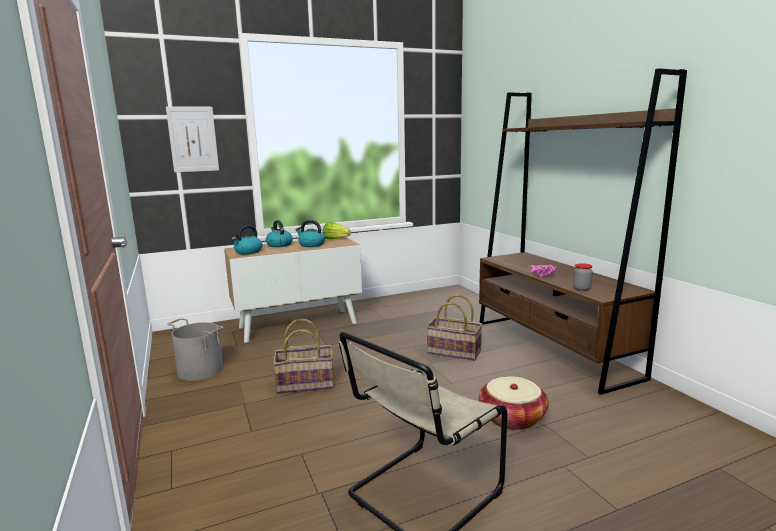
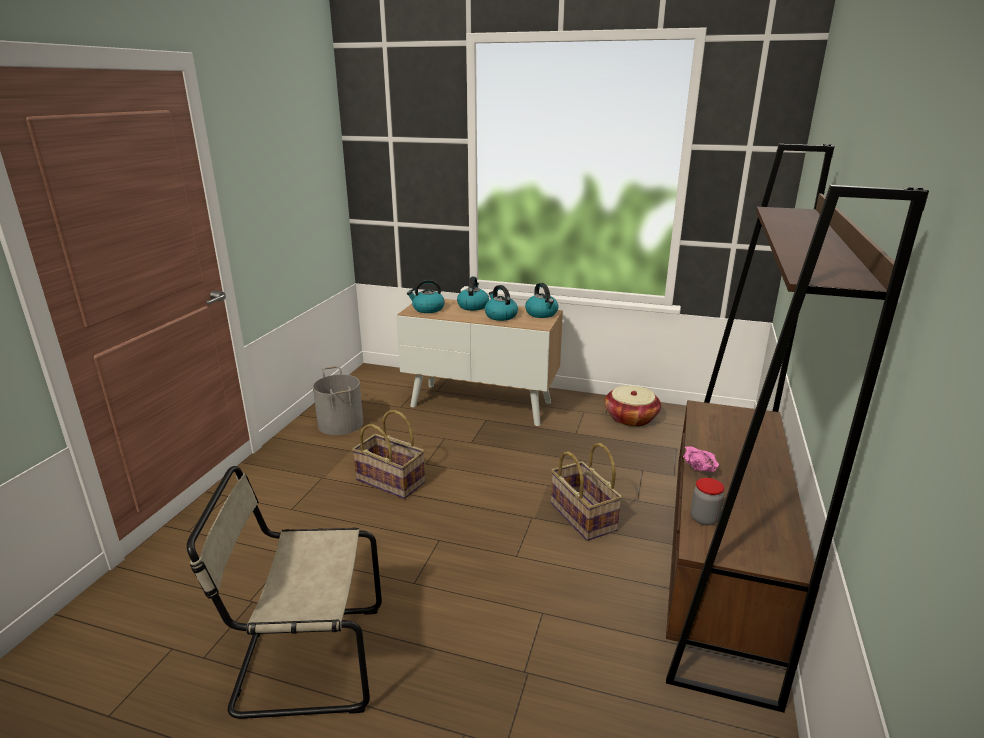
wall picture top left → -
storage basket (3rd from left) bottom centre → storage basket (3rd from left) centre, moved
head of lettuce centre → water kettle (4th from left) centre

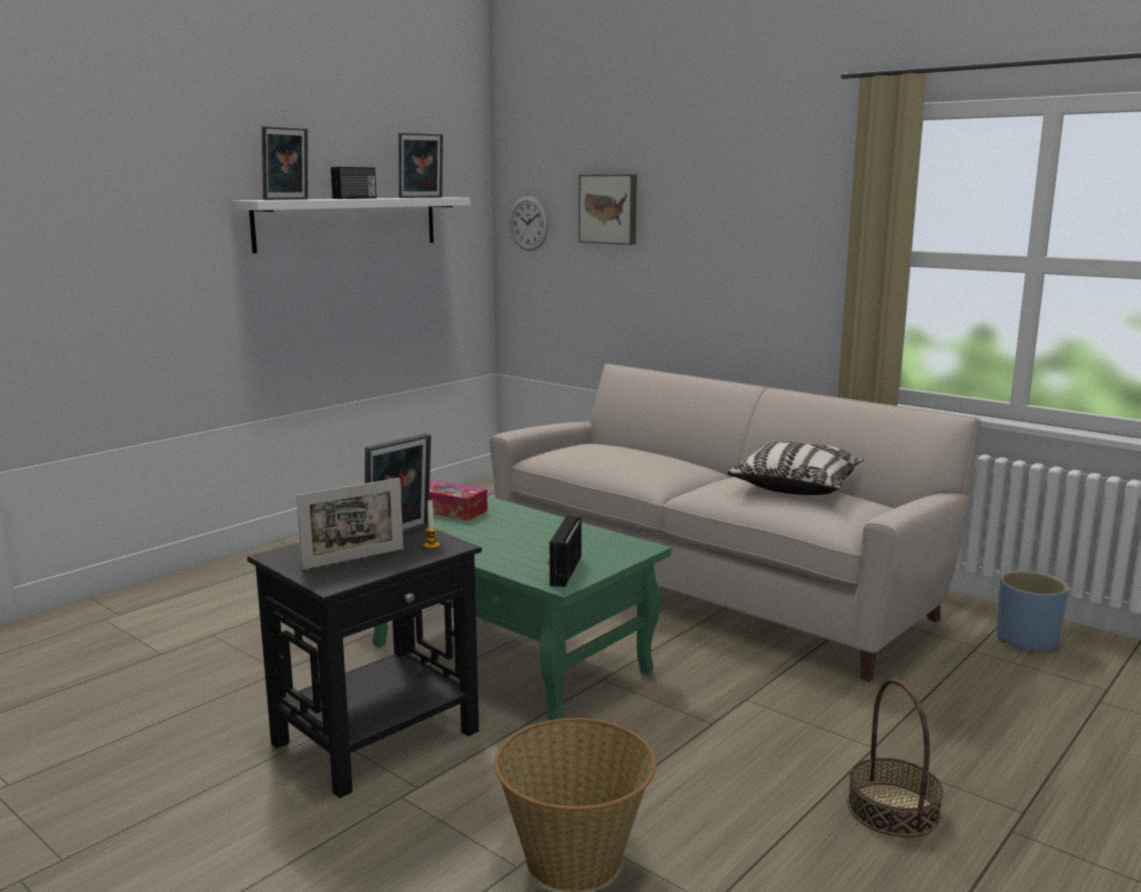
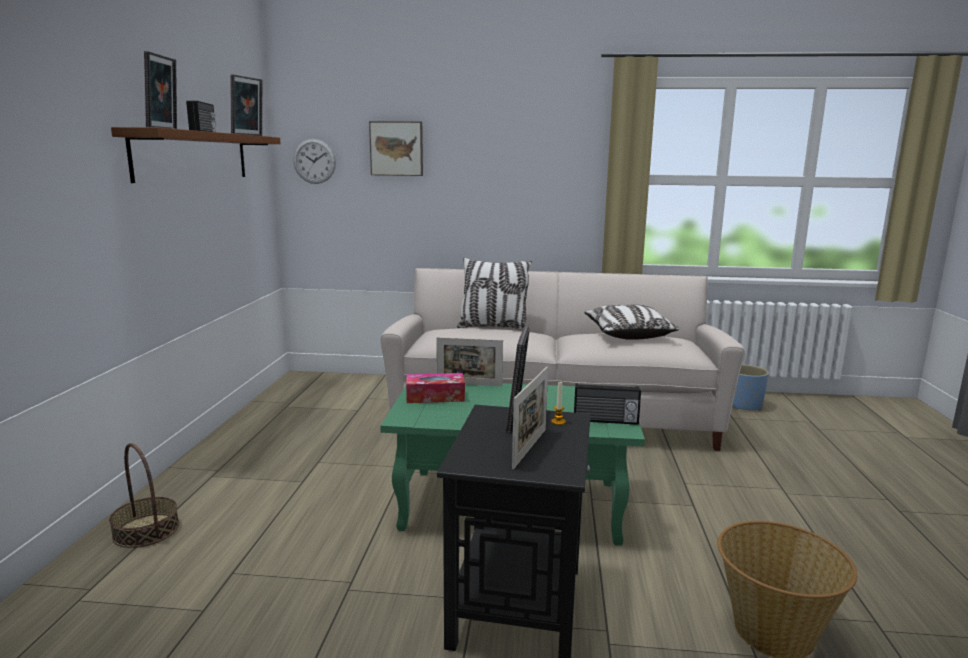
- → picture frame (3rd from left) centre
- → cushion (1st from left) centre
storage basket (2nd from left in the first image) bottom right → storage basket (1st from left) bottom left, moved
shelf (white-coloured) top left → shelf (brownish) top left
radio receiver (2nd from left) centre, 60 degrees counterclockwise

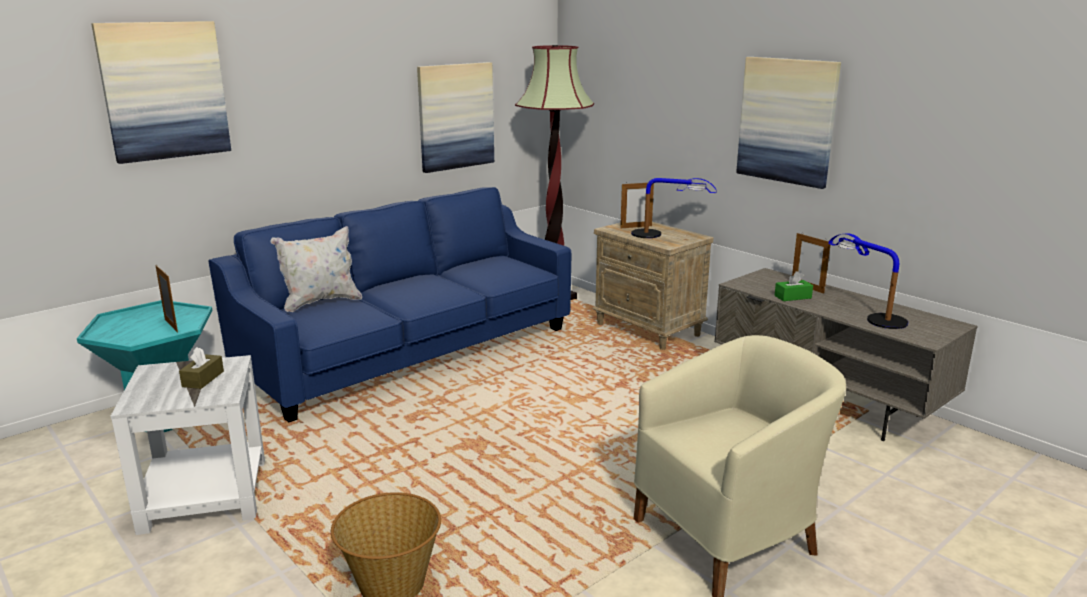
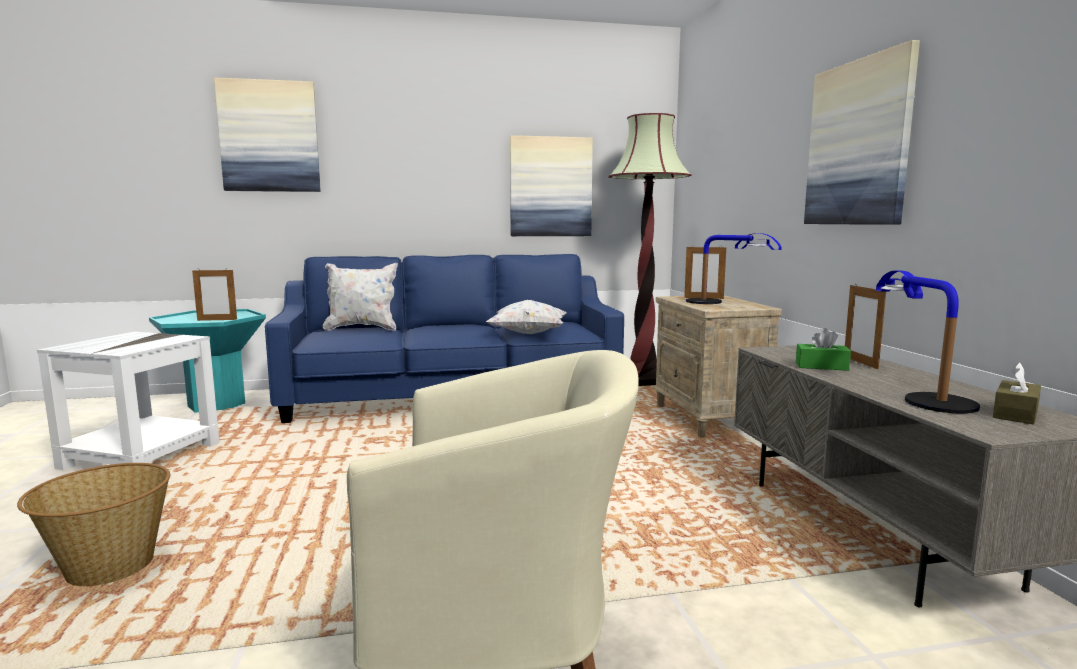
- → cushion (white-coloured) (2nd from left) centre
tissue box (brownish) middle left → tissue box (brownish) middle right, moved
picture frame (1st from left) middle left, 90 degrees clockwise

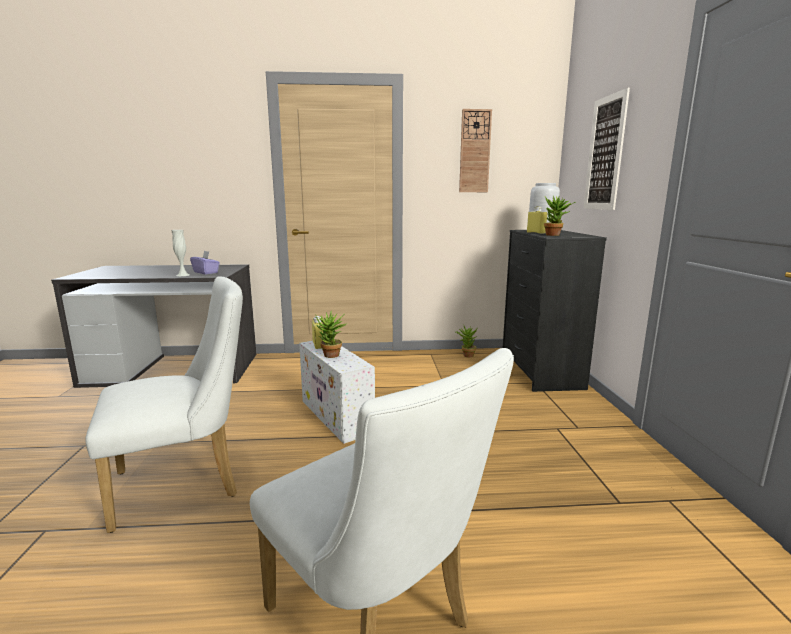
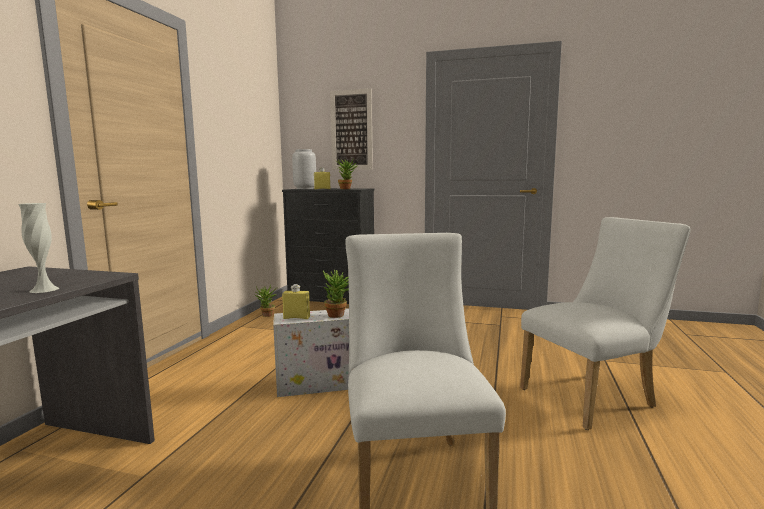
tissue box (purple) middle left → -
hanging clock top centre → -

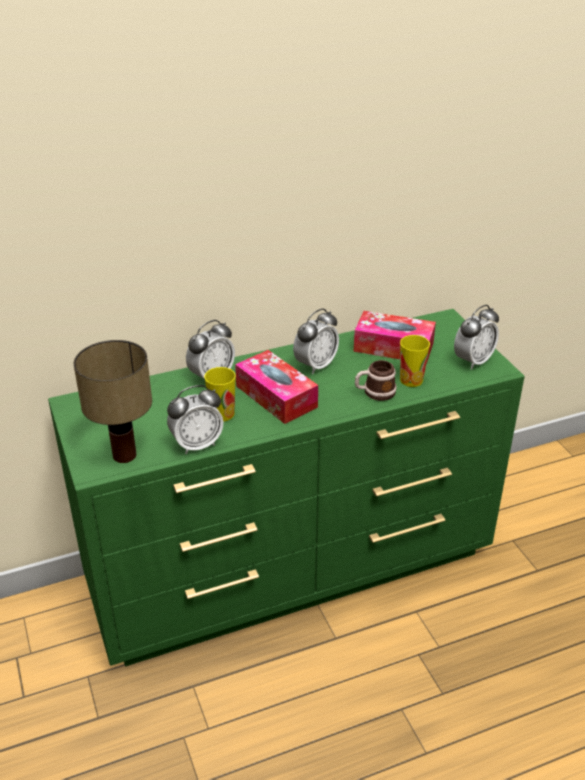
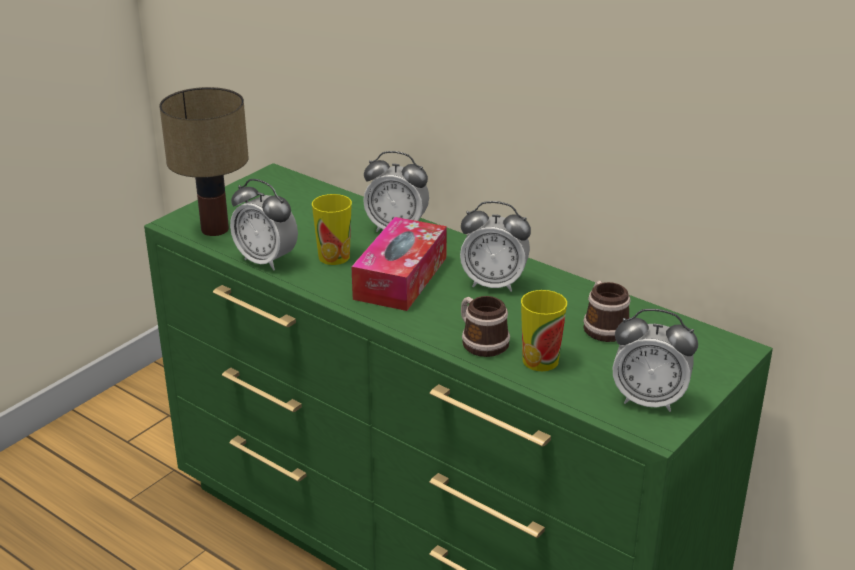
tissue box (2nd from left) middle right → coffee mug (2nd from left) middle right

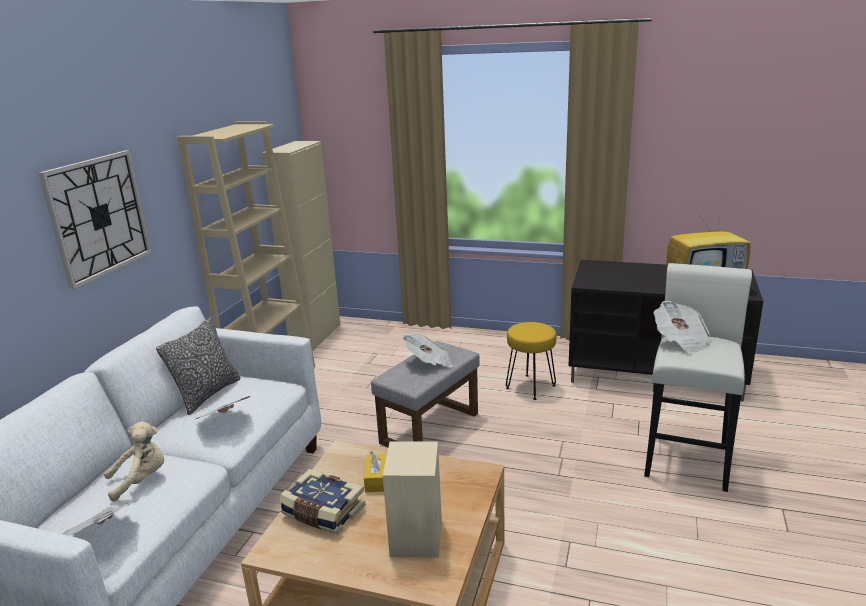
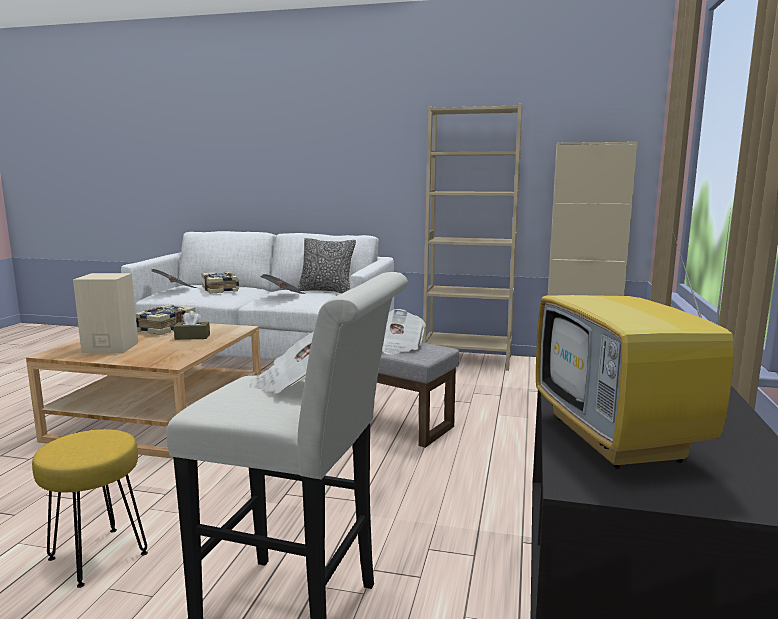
hanging clock middle left → -
sitting stool (yellow-coloured) centre → sitting stool (yellow-coloured) bottom left, moved
cuddly toy (beige) bottom left → volume (2nd from left) middle left
tissue box (yellow-coloured) bottom centre → tissue box (brownish) middle left

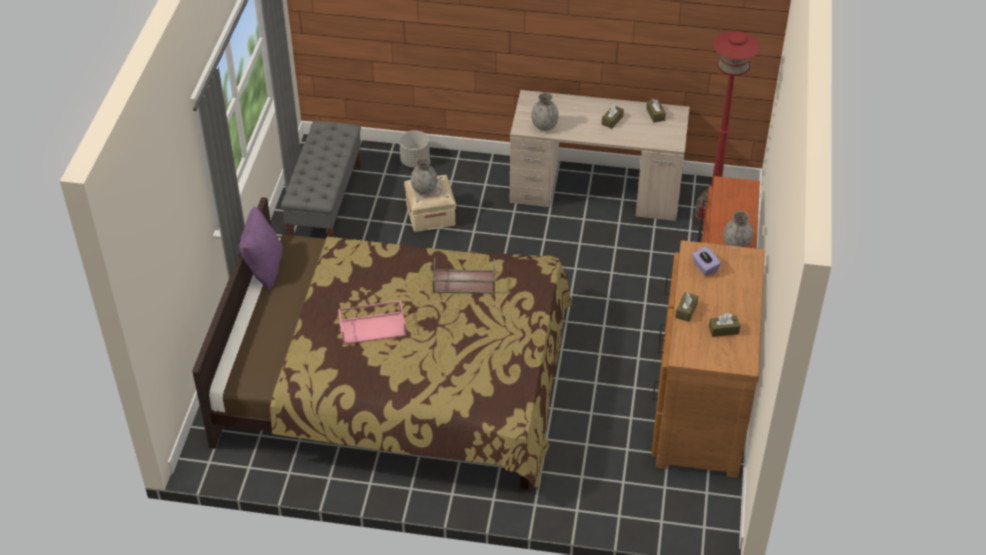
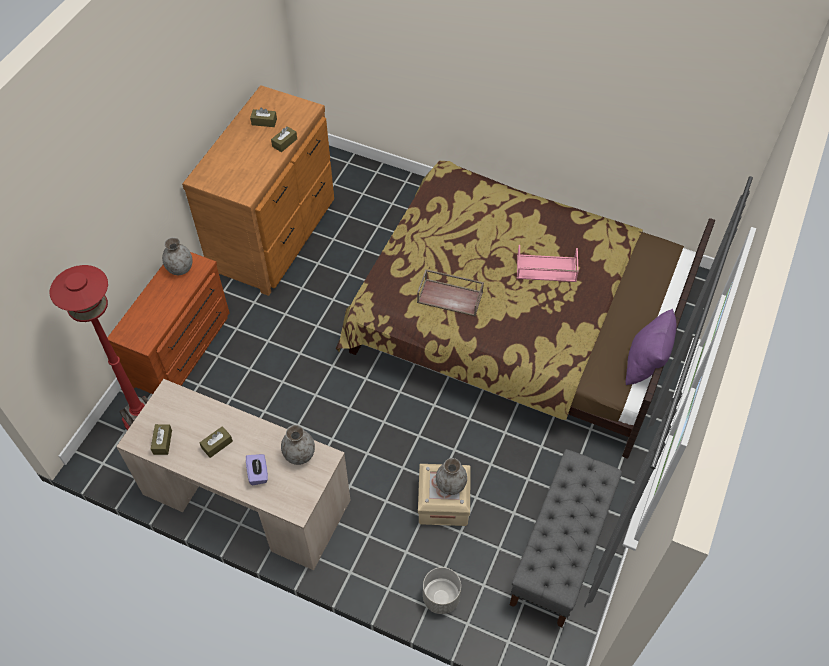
tissue box (purple) middle right → tissue box (purple) bottom left, moved

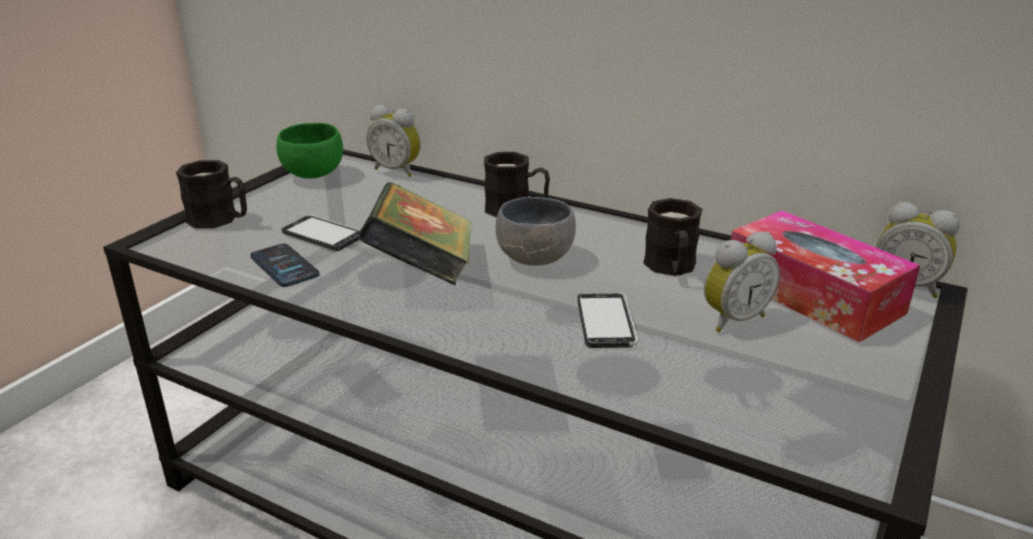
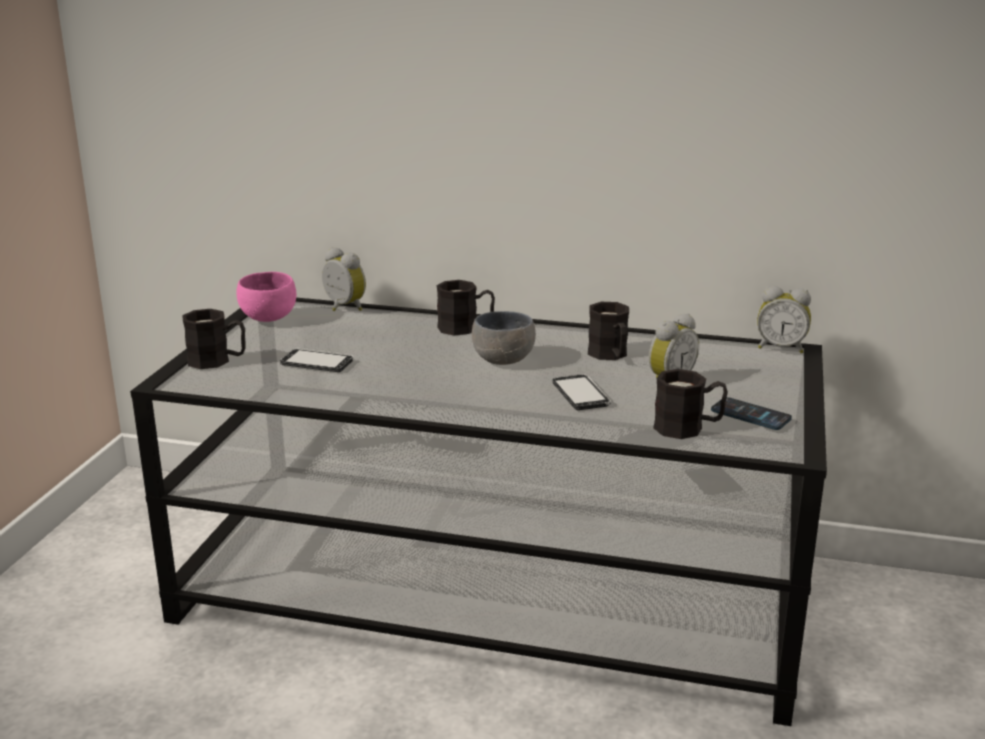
volume centre → -
tissue box middle right → -
- → coffee mug (black) (4th from left) middle right
phone (1st from left in the first image) middle left → phone (3rd from left) middle right, moved
bowl (green-coloured) top left → bowl (pink-coloured) middle left
alarm clock (1st from left) top centre → alarm clock (1st from left) centre, 150 degrees counterclockwise

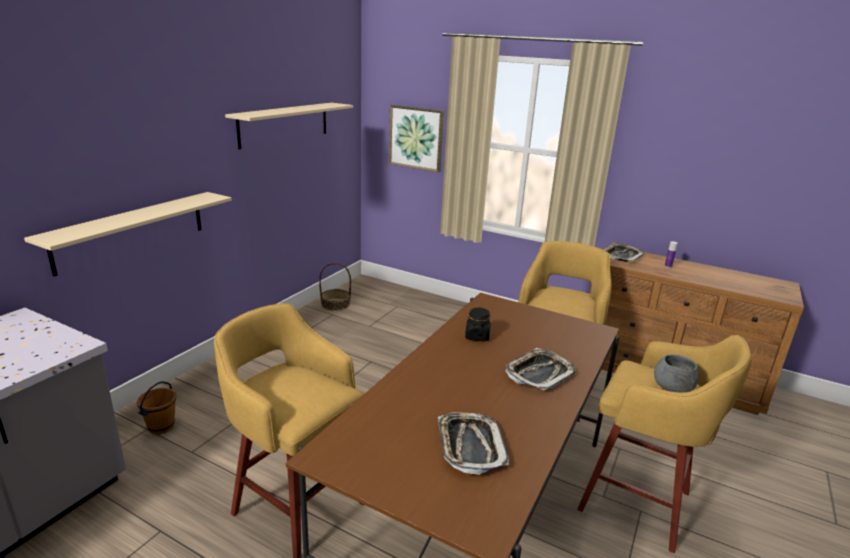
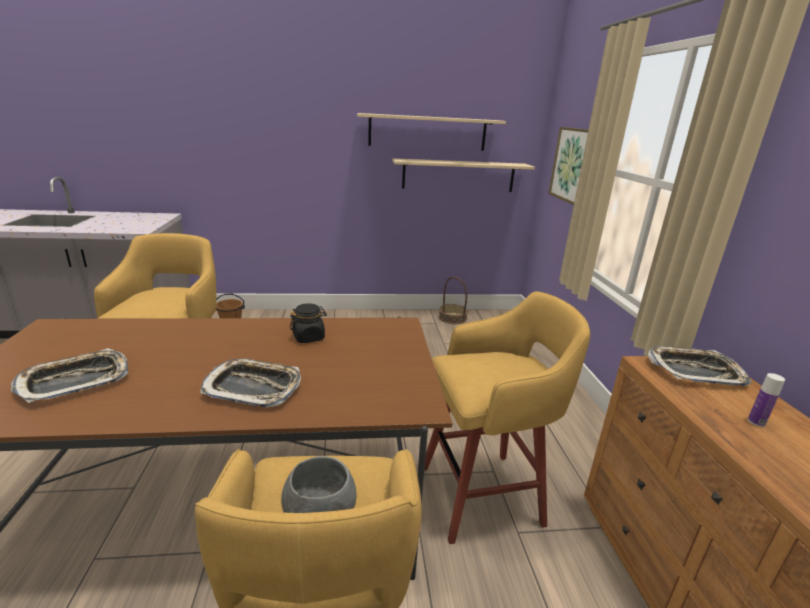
shelf (beige) (1st from left in the first image) middle left → shelf (beige) (2nd from left) top centre, moved

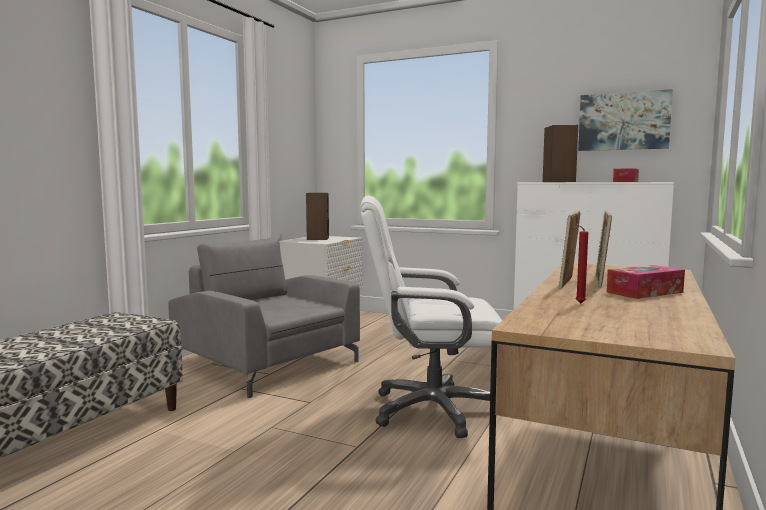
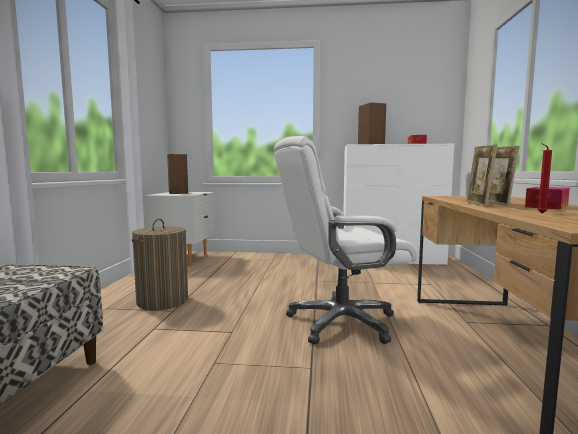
wall picture top right → -
armchair (grey) centre → washing basket middle left

